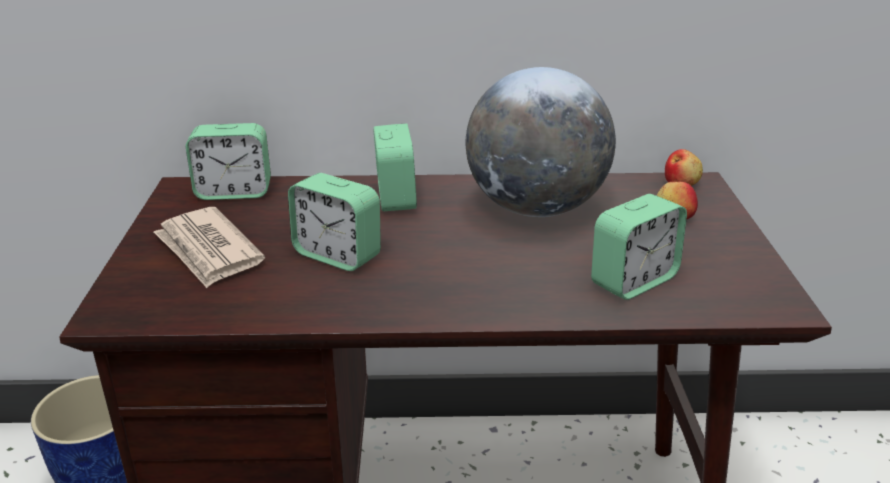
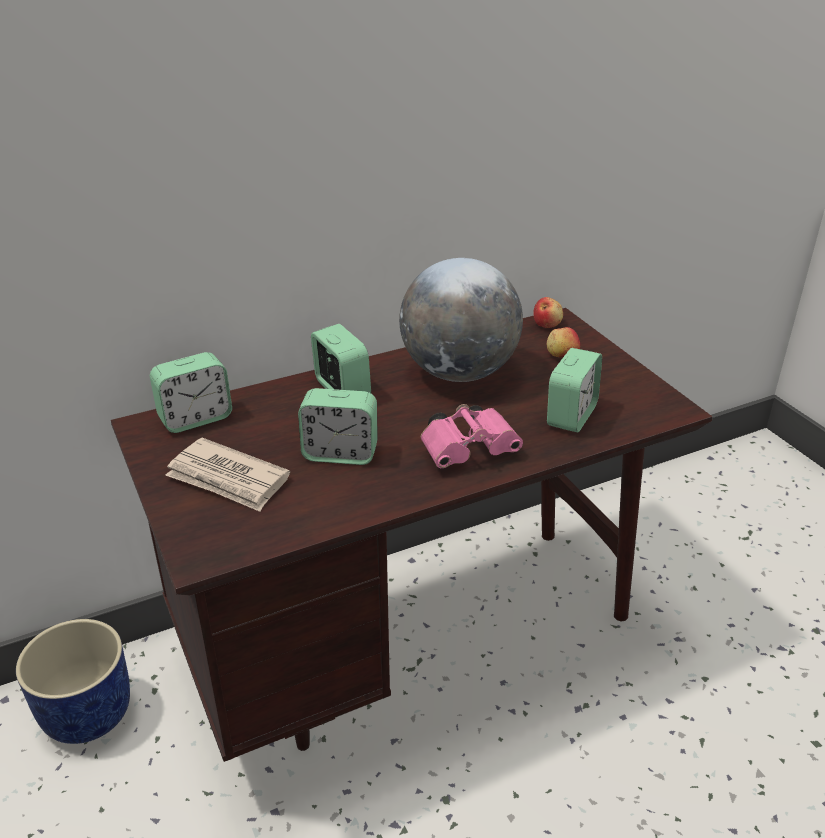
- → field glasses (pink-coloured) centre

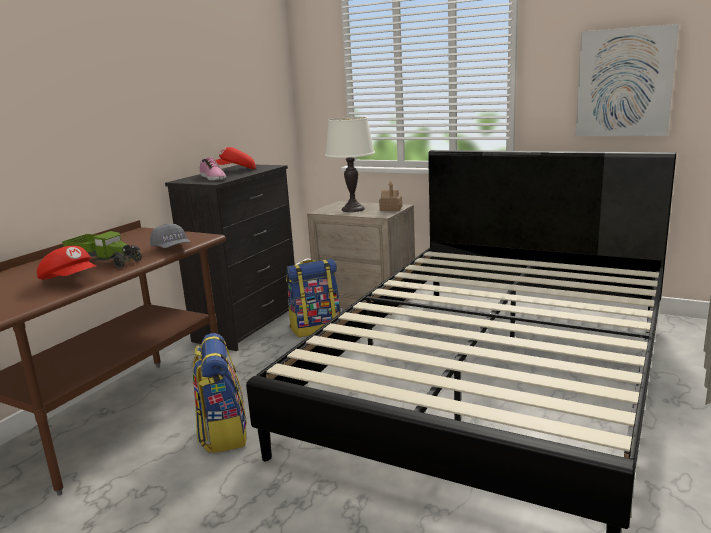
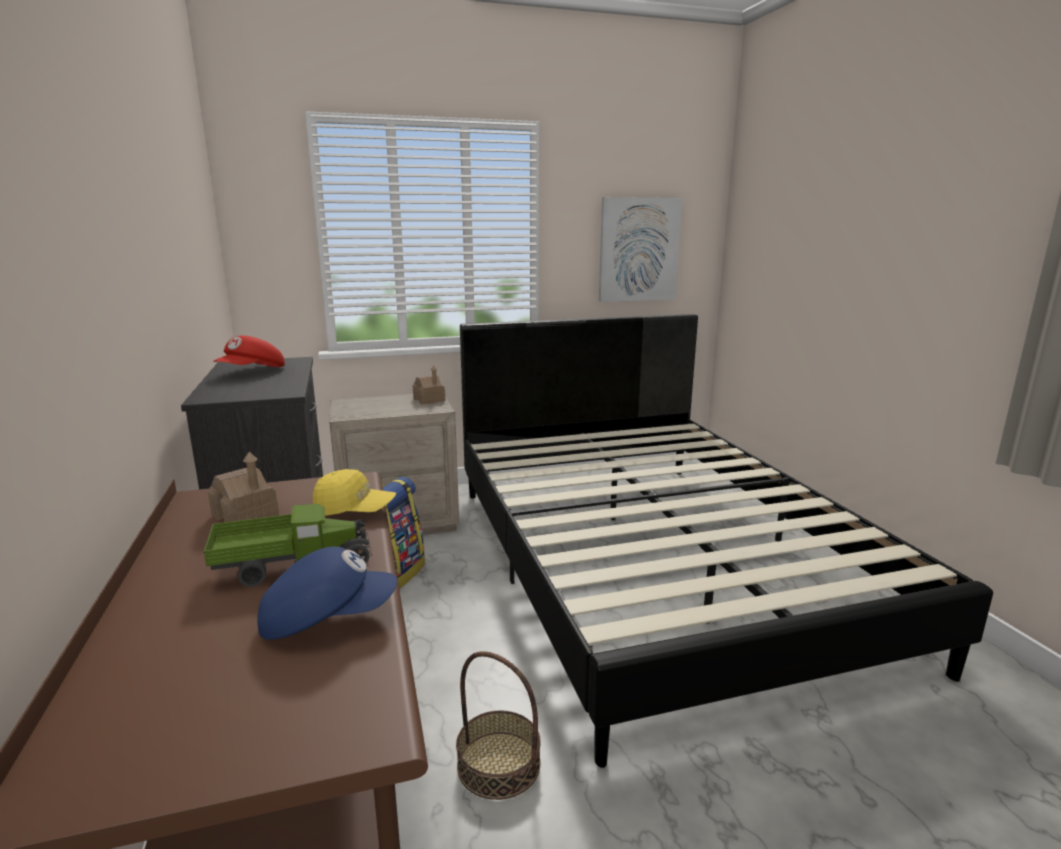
low shoe top left → -
lamp for a table (white-coloured) top centre → -
- → toy house (1st from left) middle left
rucksack (1st from left) bottom left → storage basket bottom centre
baseball cap (red-coloured) (1st from left) middle left → baseball cap (blue) bottom left
baseball cap (grey) middle left → baseball cap (yellow-coloured) centre

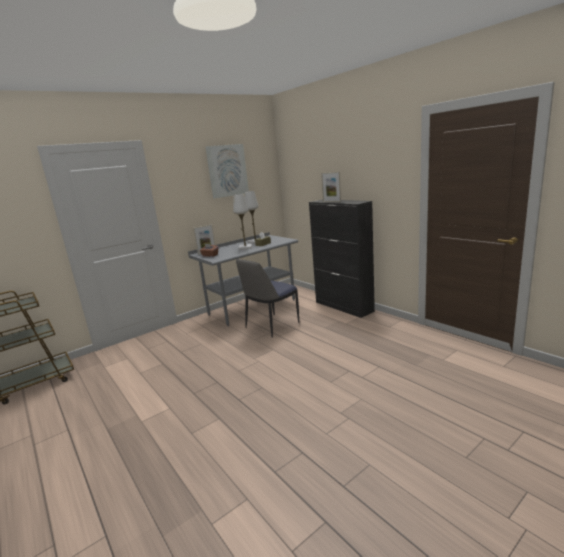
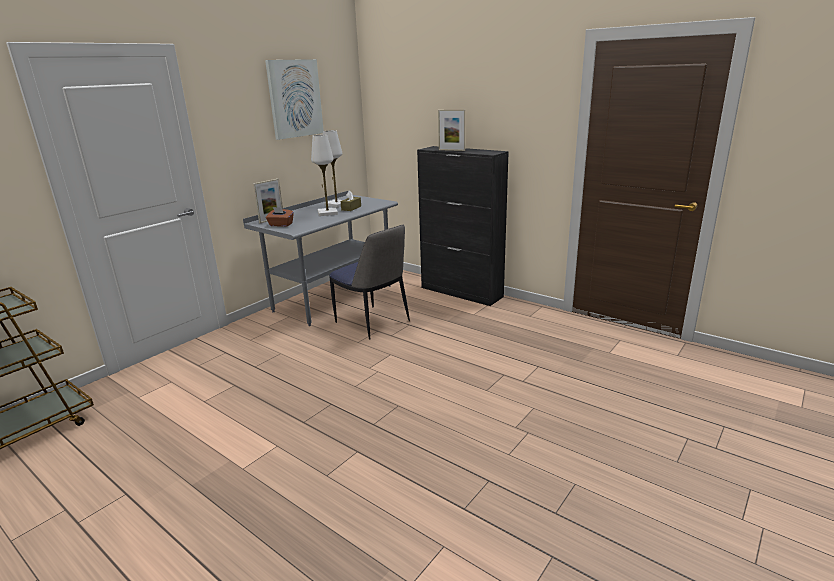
plain chair centre, 75 degrees counterclockwise

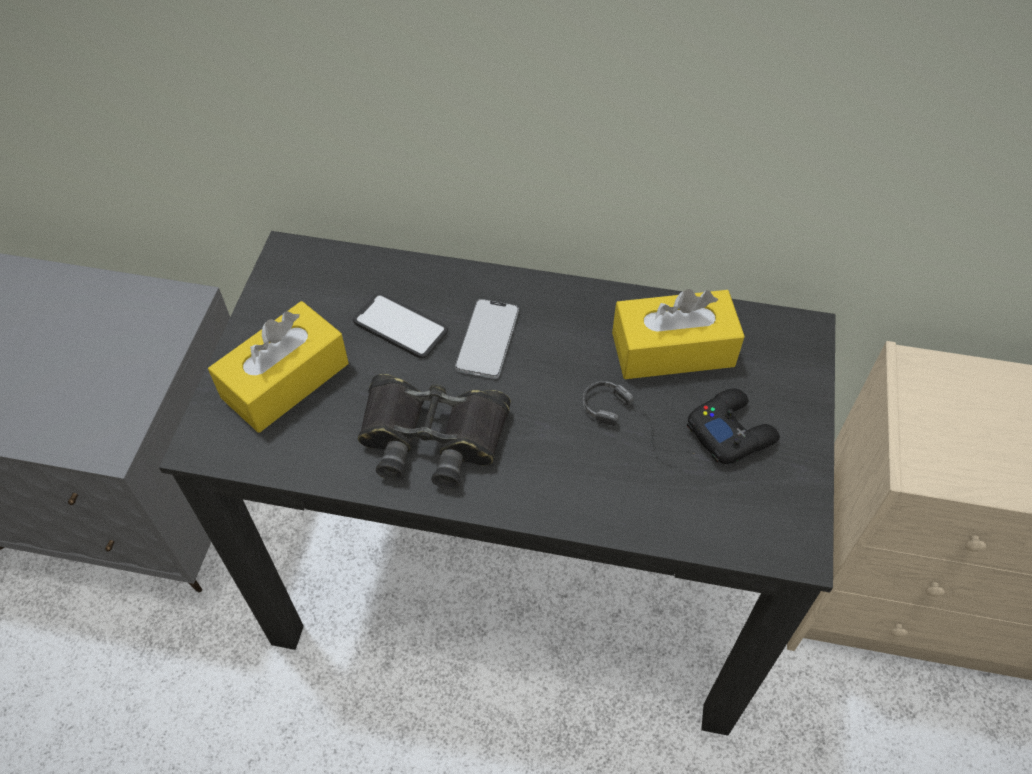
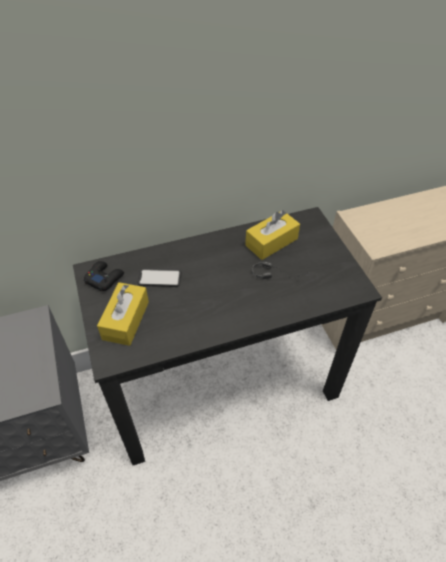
field glasses (black) centre → -
phone (2nd from left) centre → -
game controller (black) middle right → game controller (black) middle left, moved

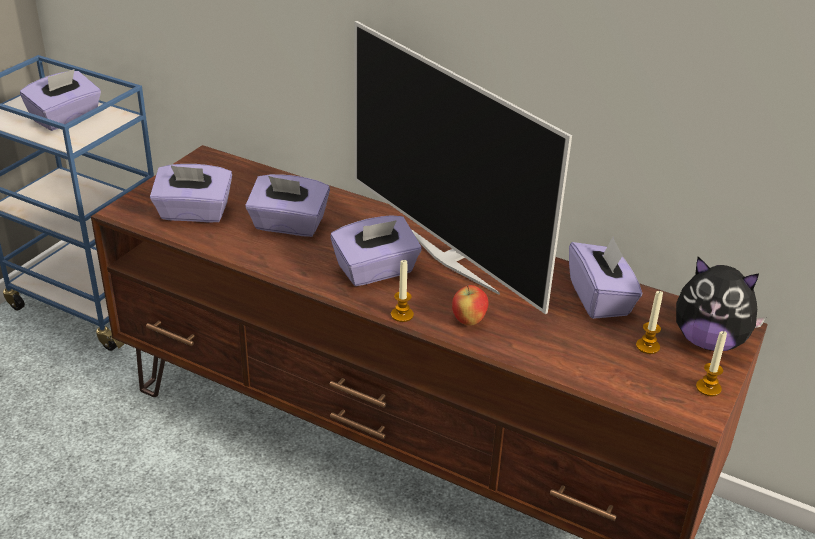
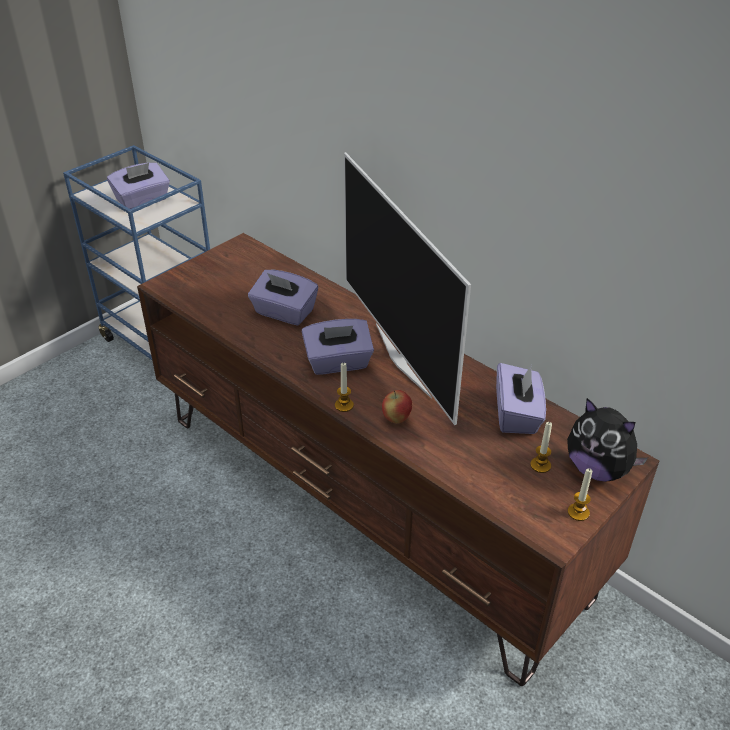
tissue box (purple) (2nd from left) middle left → -

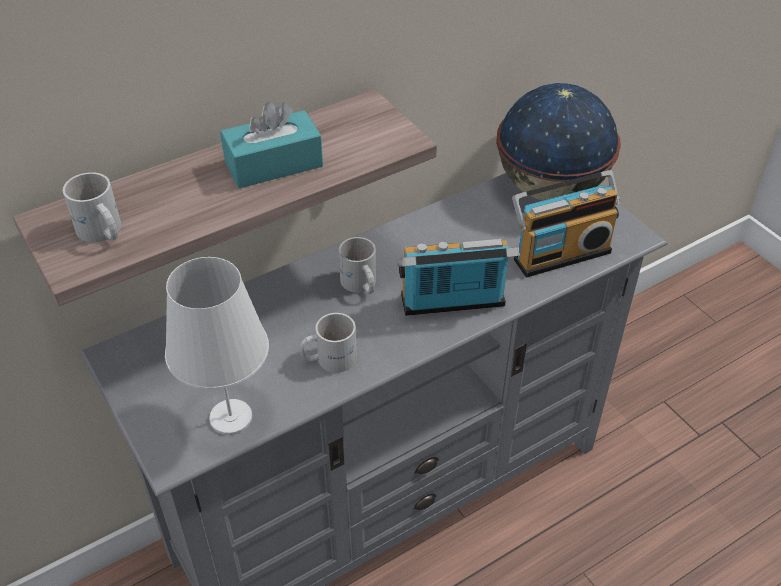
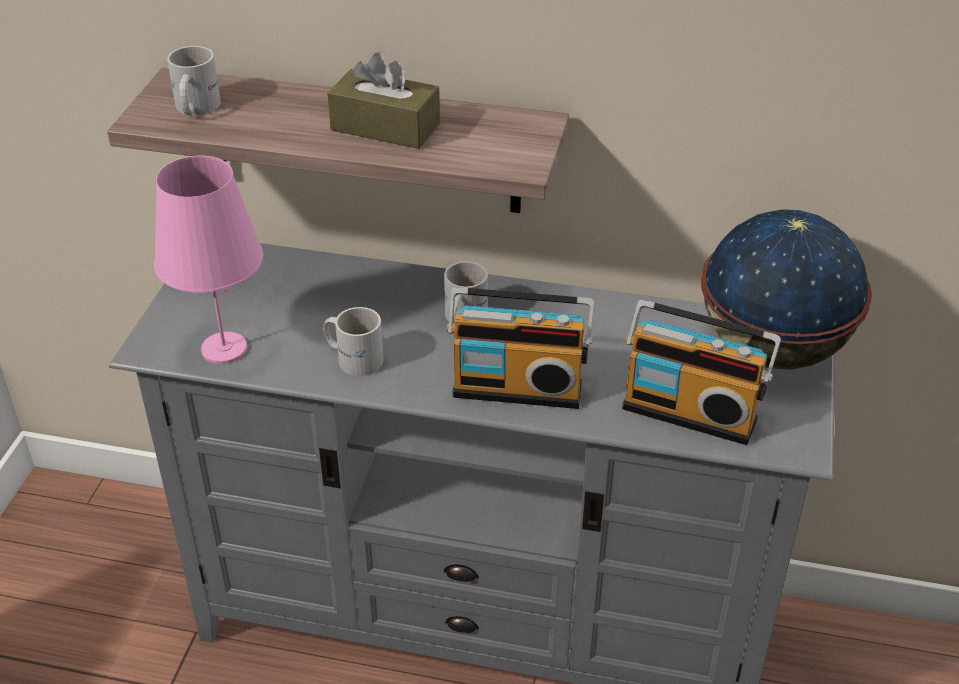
lamp for a table (white-coloured) middle left → lamp for a table (pink-coloured) middle left
tissue box (blue-green) top centre → tissue box (brownish) top centre
radio receiver (1st from left) centre, 150 degrees clockwise

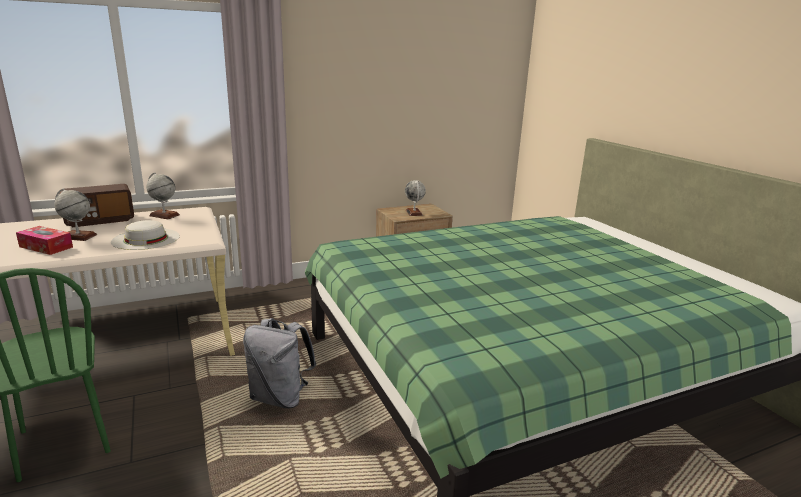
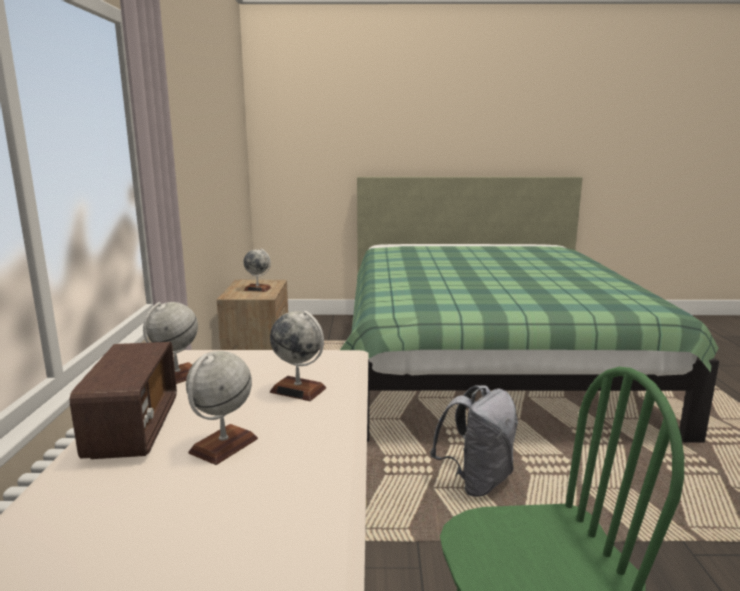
tissue box middle left → -
hat (white-coloured) middle left → globe (4th from left) centre

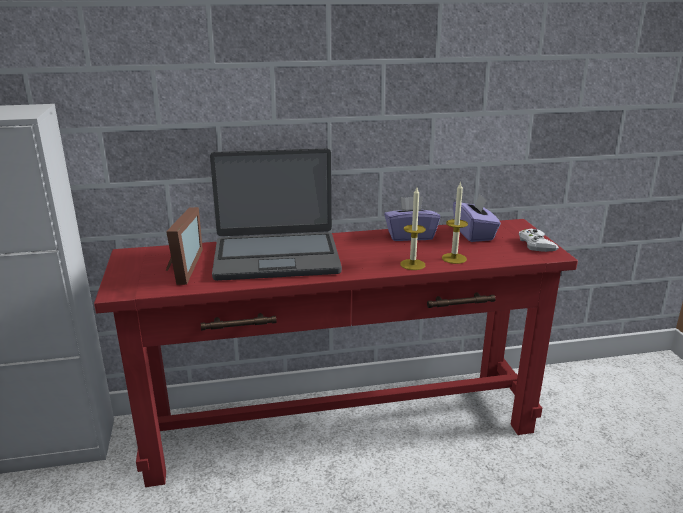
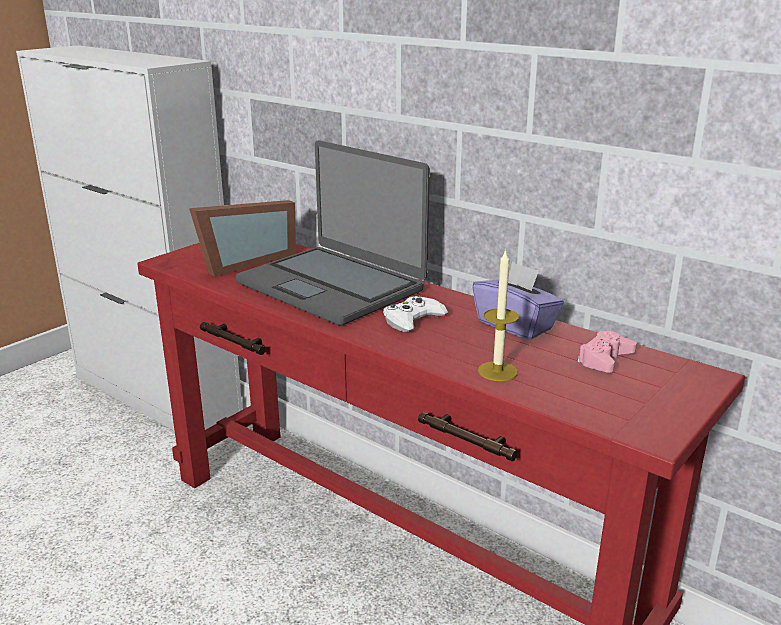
wax light (1st from left) centre → -
game controller (white-coloured) middle right → game controller (white-coloured) centre, moved
tissue box (purple) (2nd from left) middle right → game controller (pink-coloured) middle right

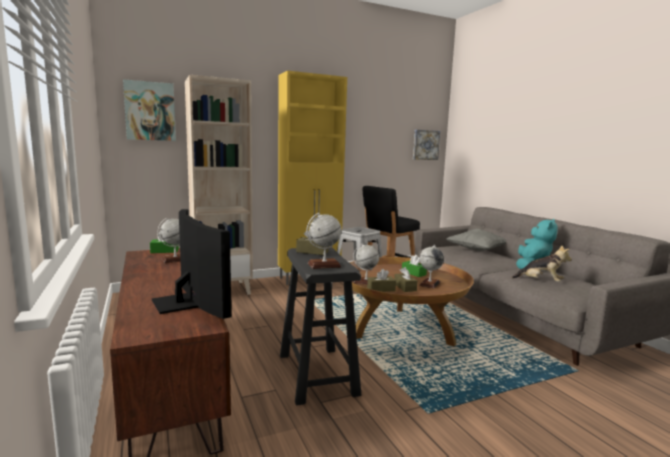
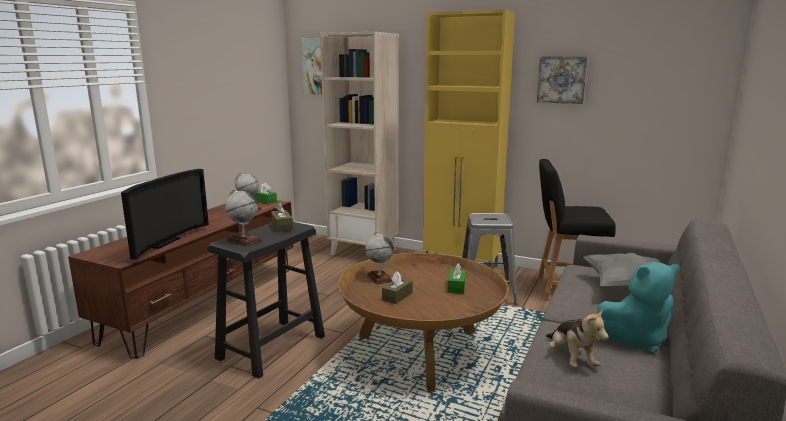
tissue box (brownish) (2nd from left) centre → -
globe (4th from left) centre → -
wall picture (2nd from left) top centre → wall picture (2nd from left) top right, moved

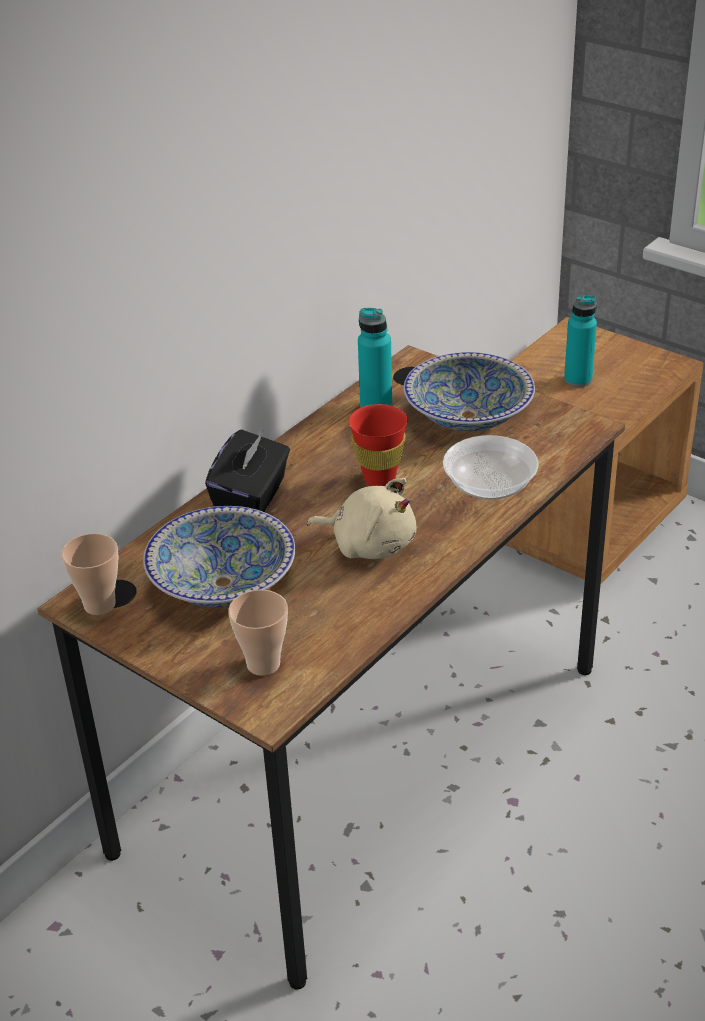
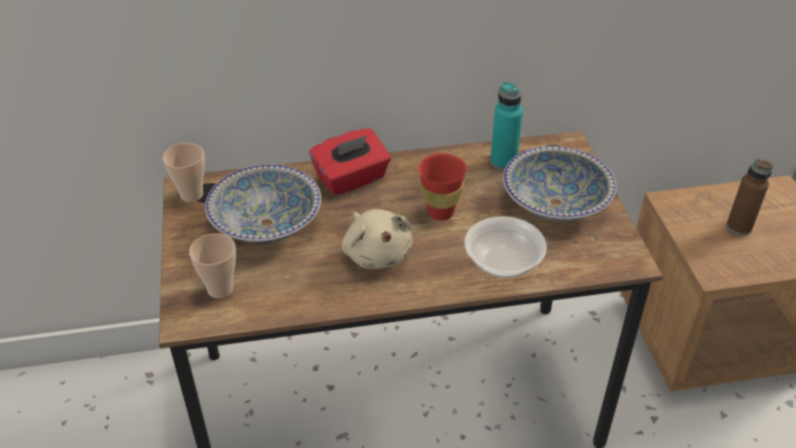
tissue box (black) centre → tissue box (red-coloured) centre
beverage bottle (blue-green) (2nd from left) middle right → beverage bottle (brownish) middle right

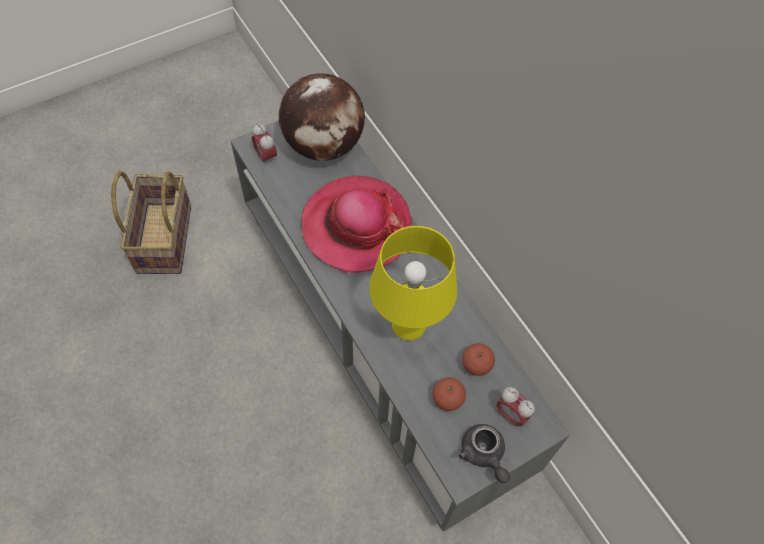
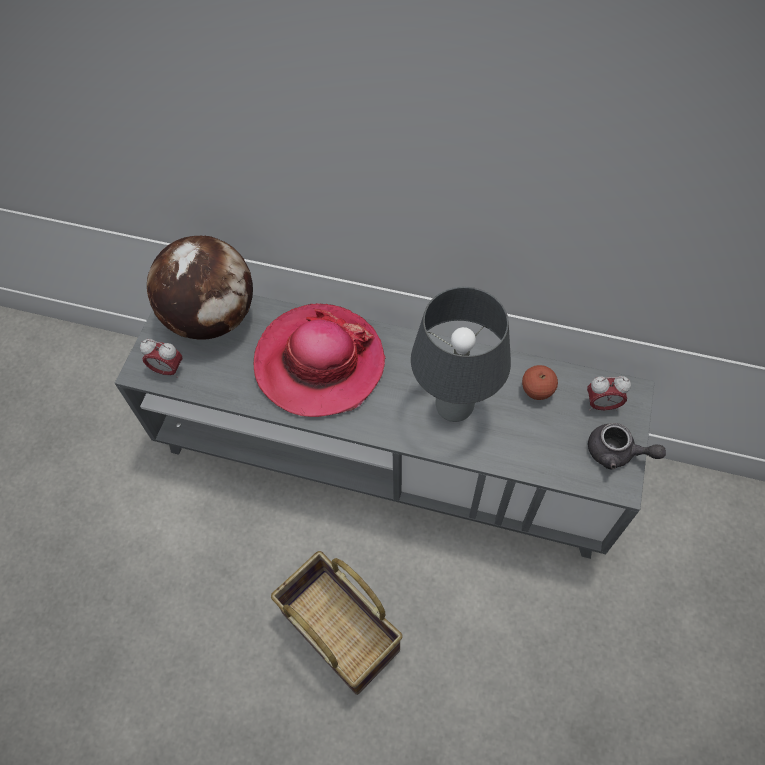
apple fruit (1st from left) bottom centre → -
storage basket middle left → storage basket bottom centre, moved
lamp for a table (yellow-coloured) centre → lamp for a table (grey) centre

